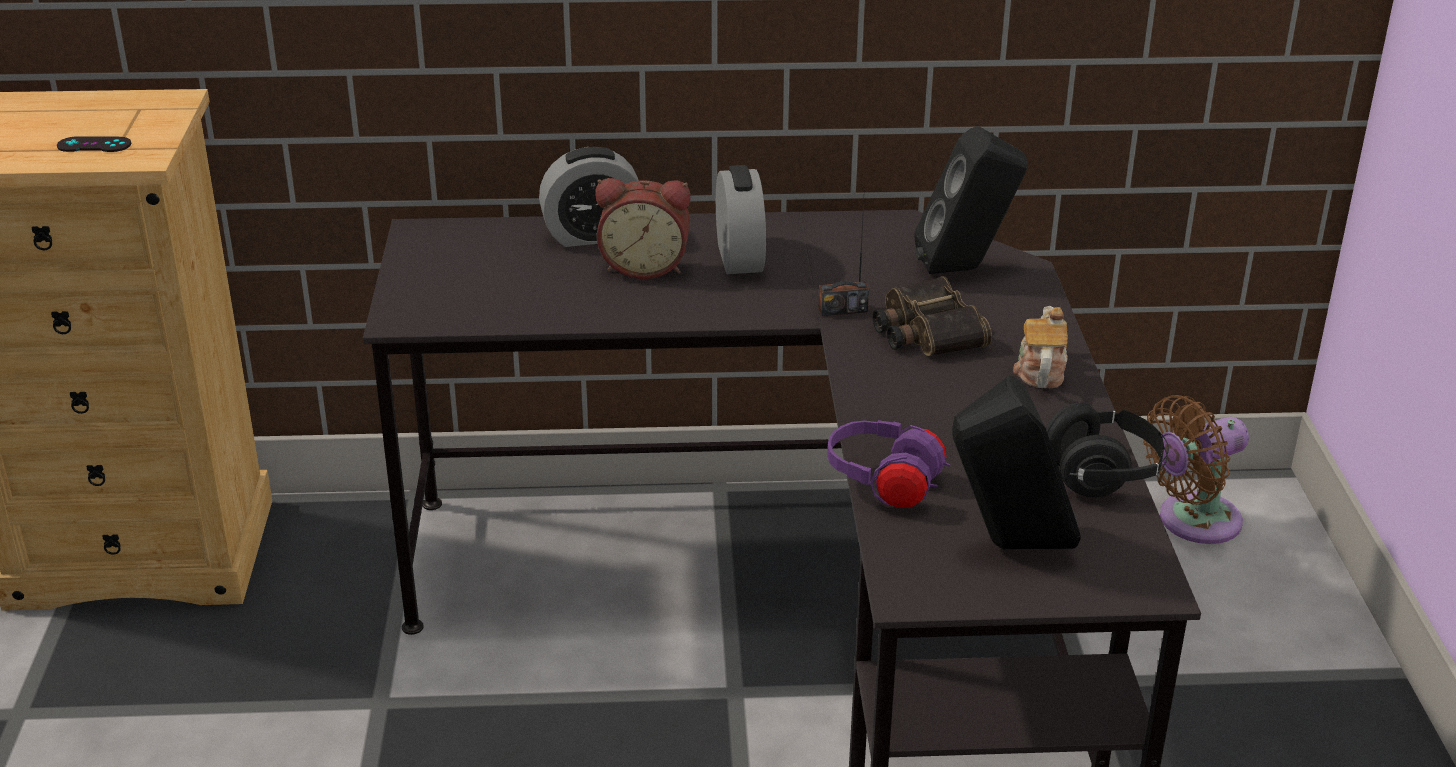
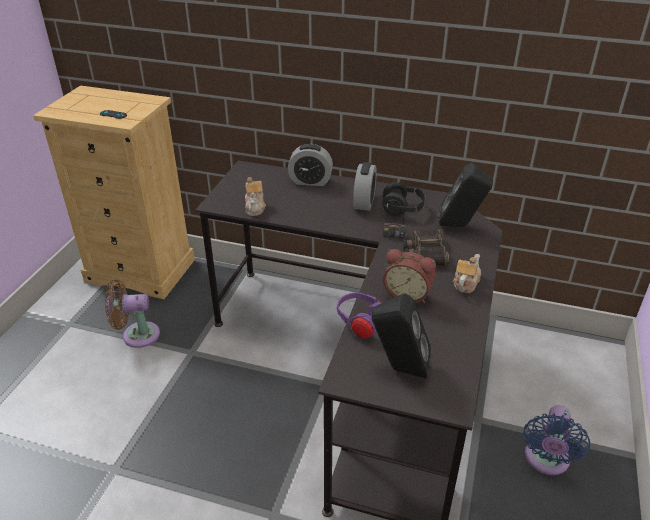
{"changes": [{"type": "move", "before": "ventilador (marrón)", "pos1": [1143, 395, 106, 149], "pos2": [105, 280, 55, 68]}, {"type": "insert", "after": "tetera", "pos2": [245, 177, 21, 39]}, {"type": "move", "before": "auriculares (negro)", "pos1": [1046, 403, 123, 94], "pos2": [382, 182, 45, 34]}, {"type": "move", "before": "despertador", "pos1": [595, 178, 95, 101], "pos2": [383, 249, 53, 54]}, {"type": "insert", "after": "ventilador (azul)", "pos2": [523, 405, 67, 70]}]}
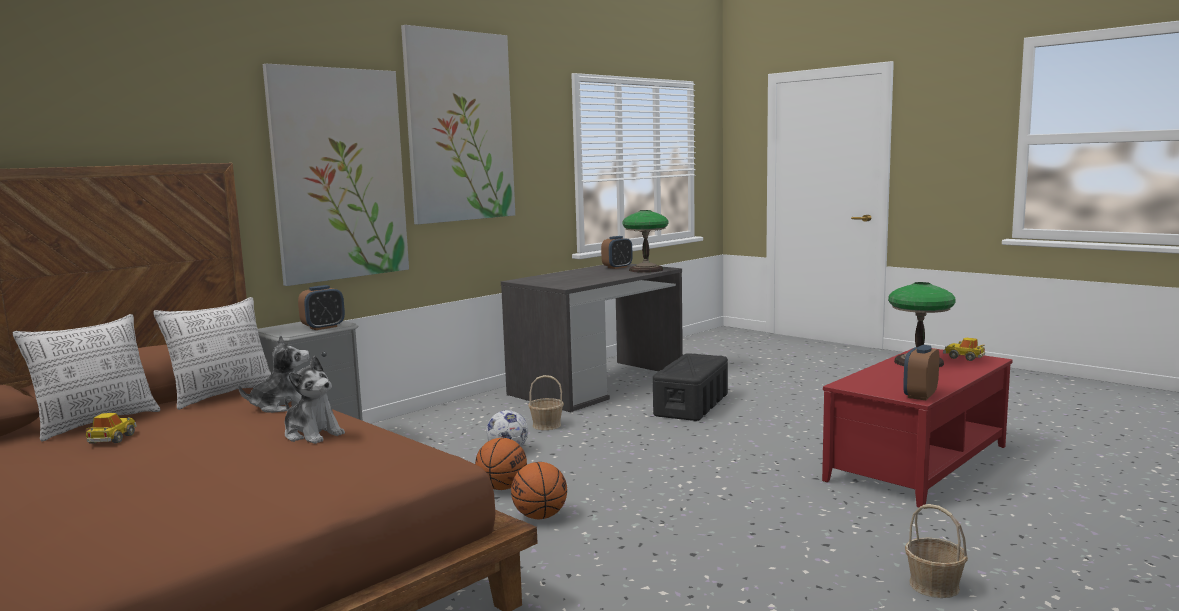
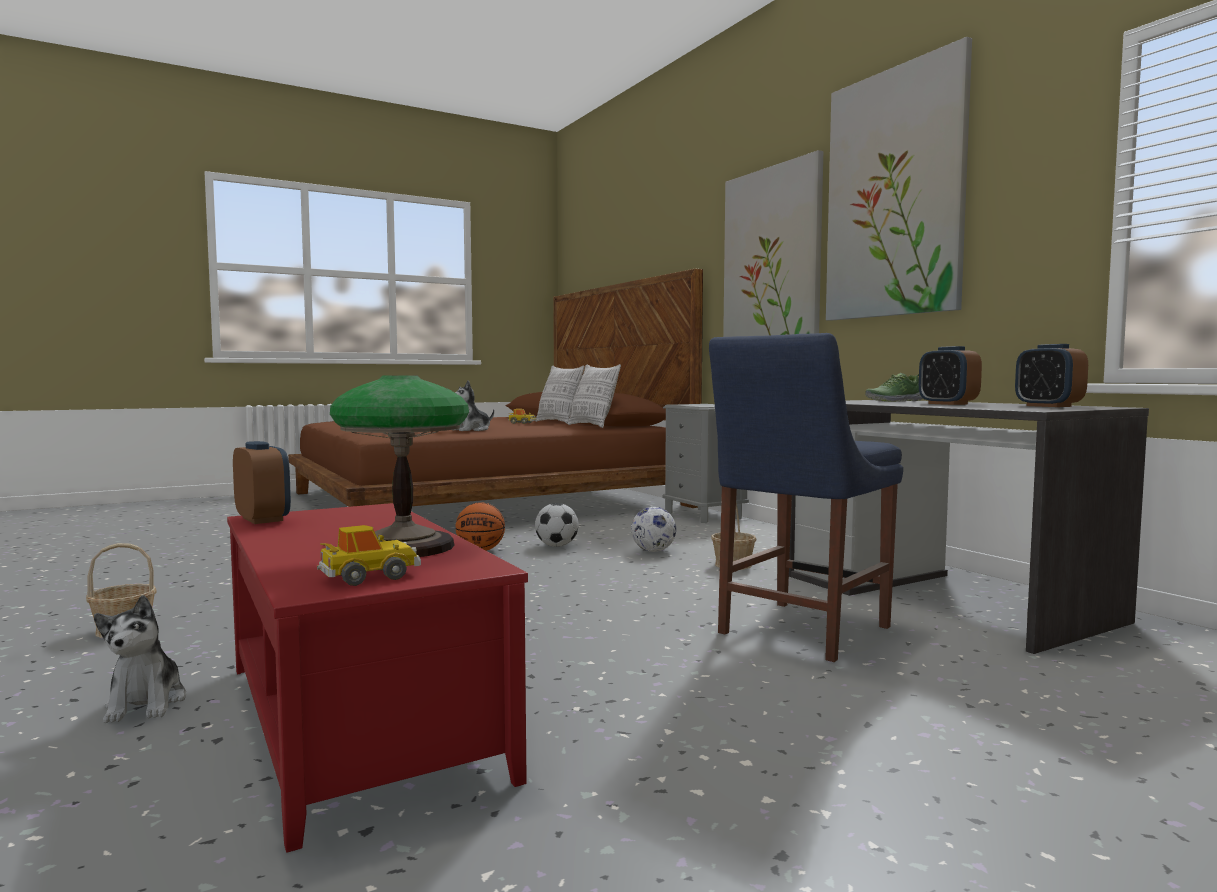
{"changes": [{"type": "move", "before": "peluche", "pos1": [238, 335, 71, 78], "pos2": [94, 595, 92, 128]}, {"type": "replace", "before": "balón de baloncesto", "after": "balón de fútbol", "pos1": [475, 438, 52, 52], "pos2": [535, 503, 44, 44]}, {"type": "replace", "before": "caja de almacenaje (negro)", "after": "silla (azul)", "pos1": [653, 353, 75, 68], "pos2": [709, 333, 194, 329]}, {"type": "insert", "after": "zapato", "pos2": [865, 373, 58, 29]}, {"type": "move", "before": "despertador", "pos1": [298, 285, 47, 45], "pos2": [919, 346, 63, 59]}, {"type": "delete", "before": "lámpara de mesa", "pos1": [622, 210, 47, 63]}]}
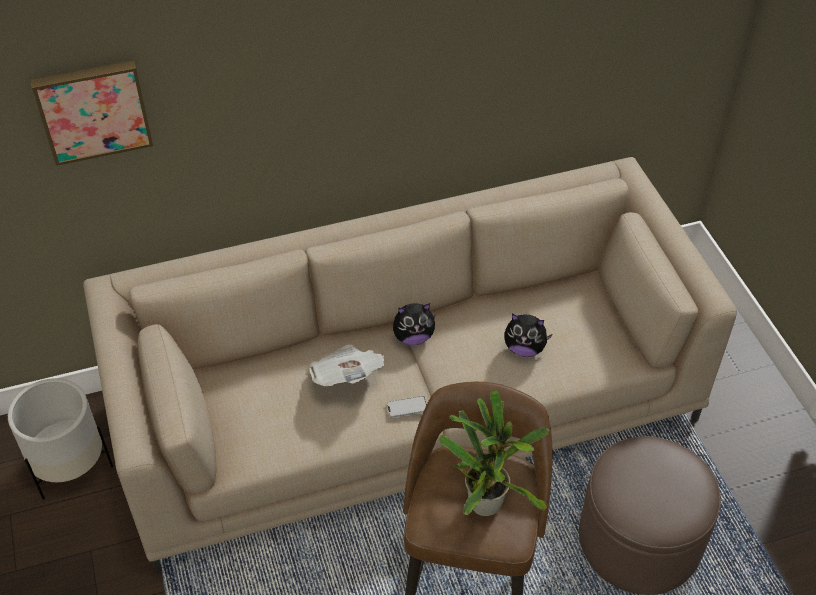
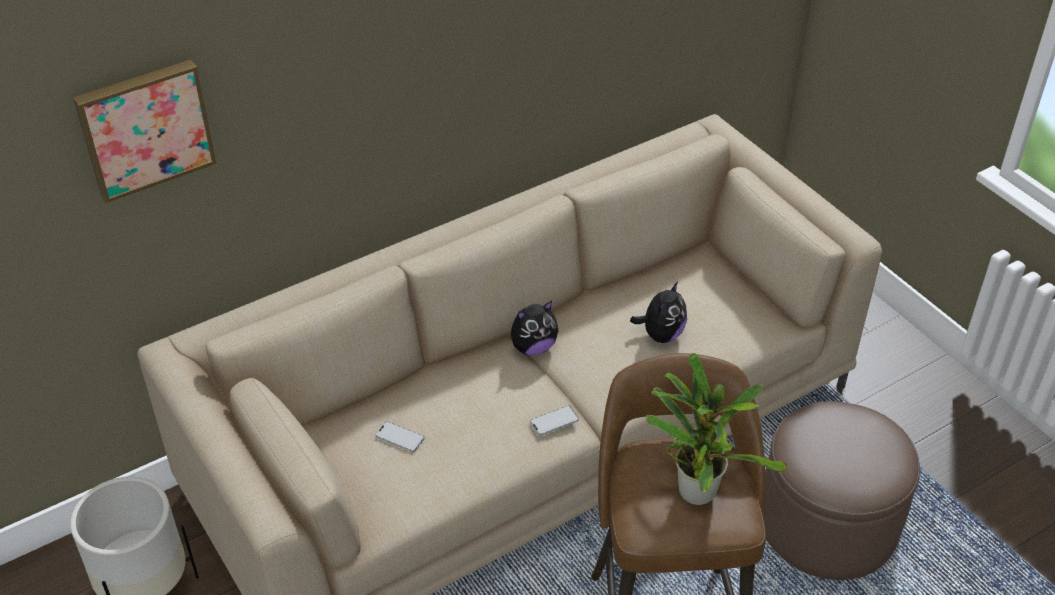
{"changes": [{"type": "insert", "after": "móvil", "pos2": [376, 421, 49, 31]}, {"type": "rotate", "before": "peluche", "pos1": [504, 314, 49, 43], "pos2": [630, 281, 57, 62], "turn": -60}, {"type": "delete", "before": "periódico", "pos1": [309, 344, 75, 42]}]}
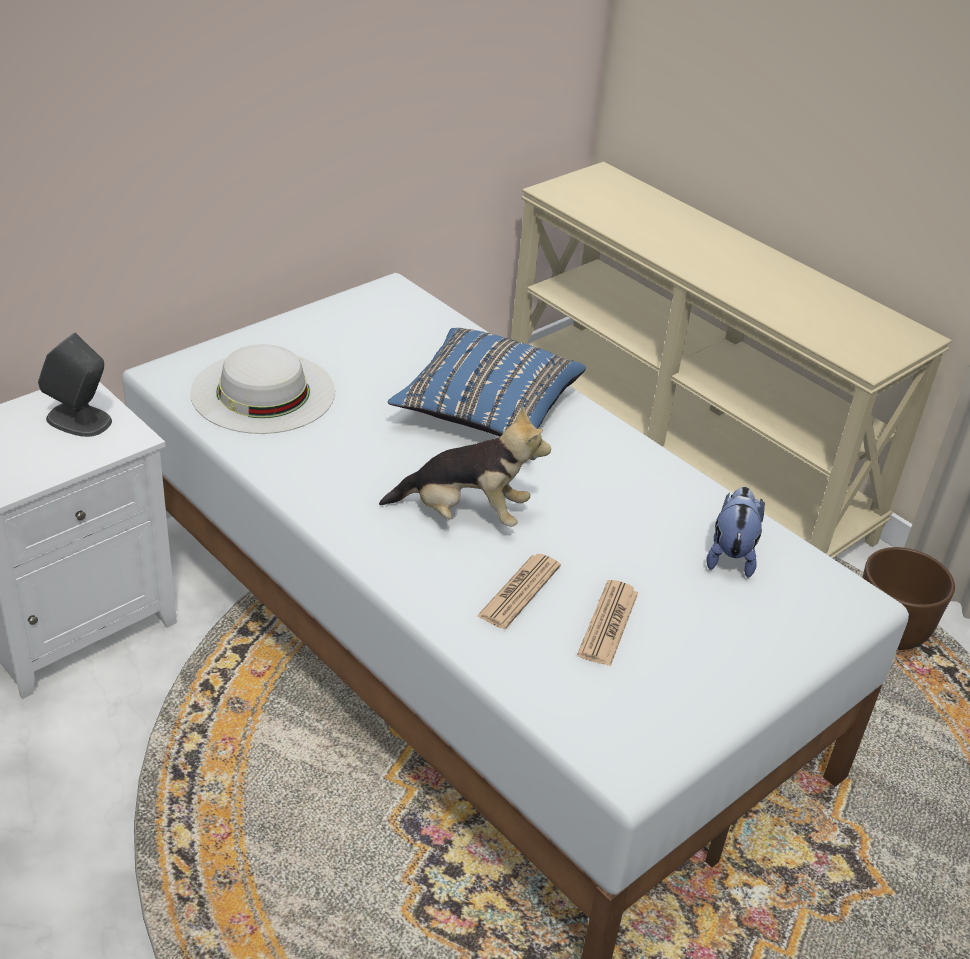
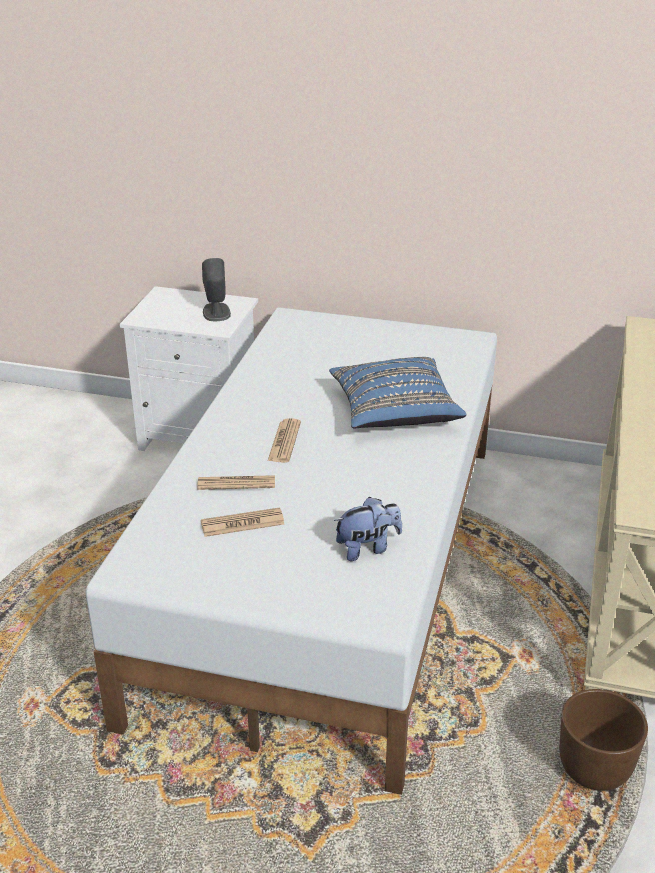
{"changes": [{"type": "replace", "before": "peluche", "after": "periódico", "pos1": [379, 406, 172, 121], "pos2": [268, 418, 33, 45]}, {"type": "delete", "before": "sombrero (blanco)", "pos1": [190, 344, 145, 90]}]}
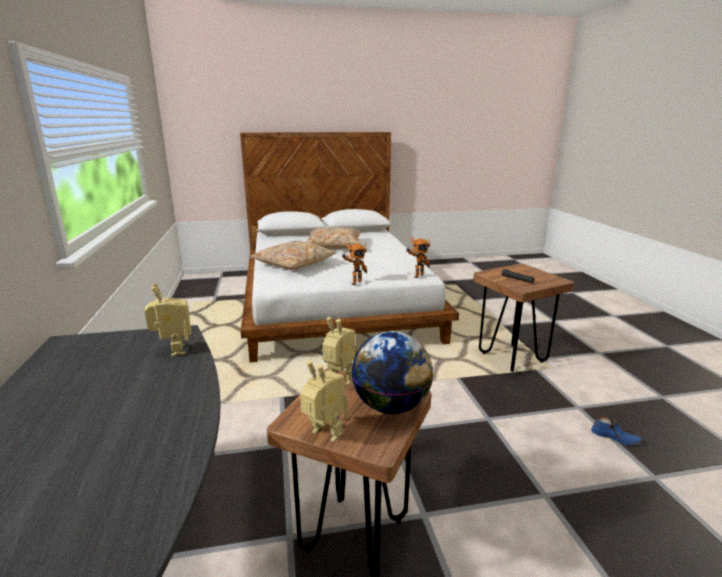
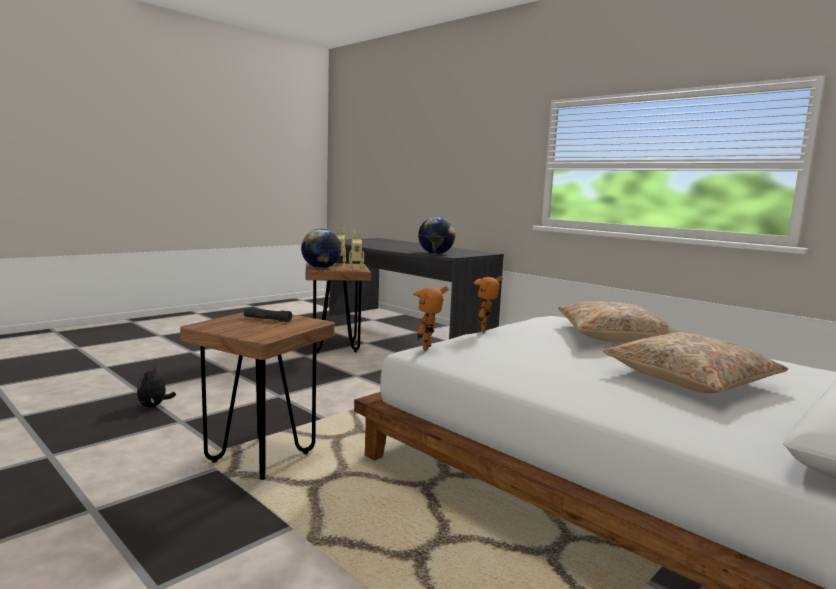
{"changes": [{"type": "replace", "before": "zapato (azul)", "after": "peluche", "pos1": [591, 417, 52, 28], "pos2": [137, 366, 39, 41]}, {"type": "replace", "before": "robot de juguete", "after": "globo terráqueo", "pos1": [145, 283, 46, 74], "pos2": [418, 217, 37, 37]}]}
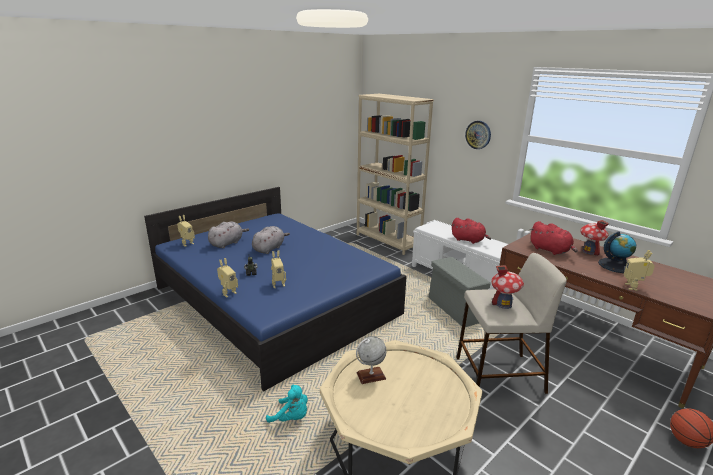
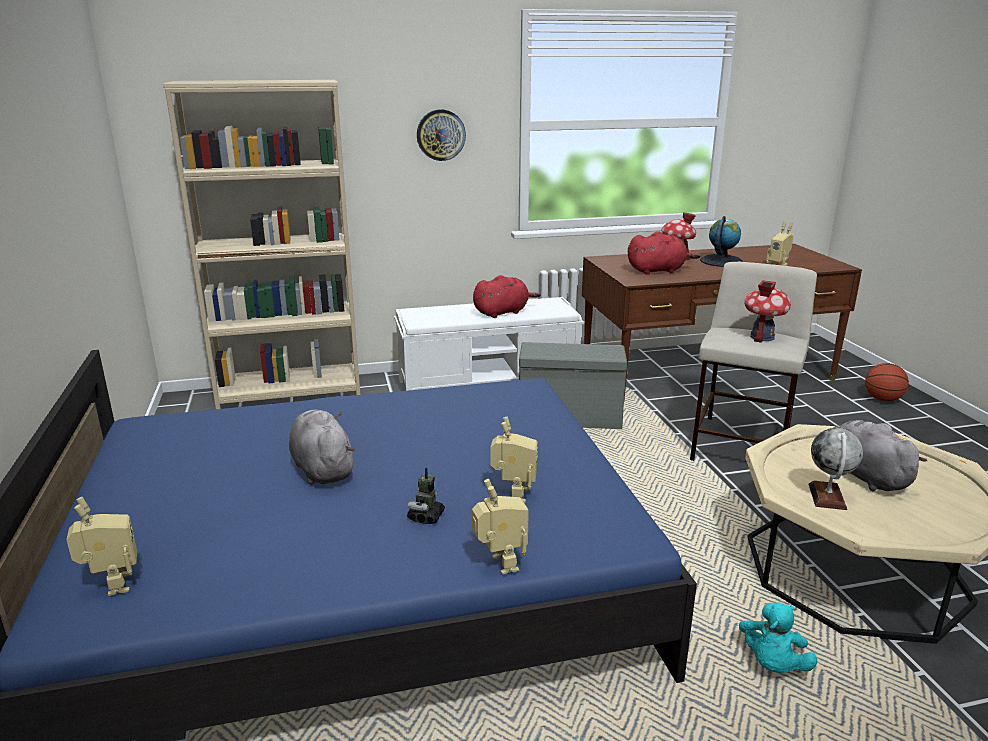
{"changes": [{"type": "rotate", "before": "peluche (turquesa)", "pos1": [266, 385, 42, 38], "pos2": [739, 602, 78, 71], "turn": 150}, {"type": "move", "before": "peluche (gris)", "pos1": [208, 221, 41, 27], "pos2": [834, 420, 93, 71]}]}
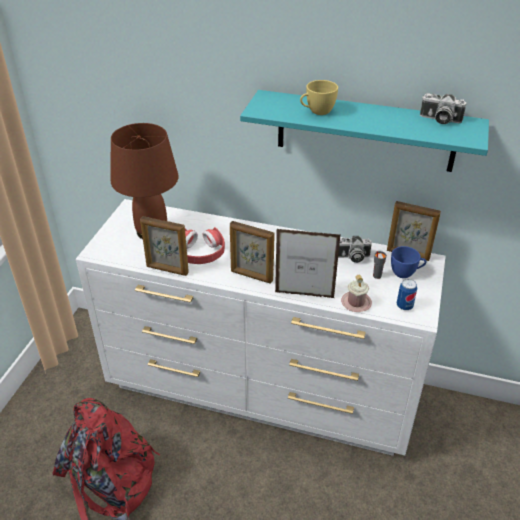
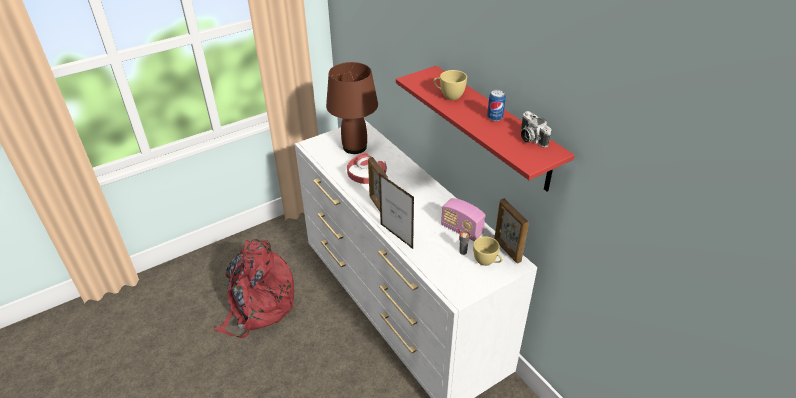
{"changes": [{"type": "recolor", "before": "estante (turquesa)", "after": "estante (rojo)", "pos1": [240, 90, 249, 82], "pos2": [396, 66, 179, 125]}, {"type": "replace", "before": "cámara", "after": "radio", "pos1": [338, 236, 34, 27], "pos2": [441, 198, 44, 43]}, {"type": "recolor", "before": "taza (azul)", "after": "taza (amarillo)", "pos1": [391, 246, 36, 32], "pos2": [473, 236, 29, 30]}, {"type": "move", "before": "lata", "pos1": [397, 279, 20, 31], "pos2": [487, 90, 19, 31]}, {"type": "delete", "before": "portarretratos", "pos1": [140, 216, 49, 60]}, {"type": "delete", "before": "taza grande (rosa)", "pos1": [341, 275, 31, 37]}]}
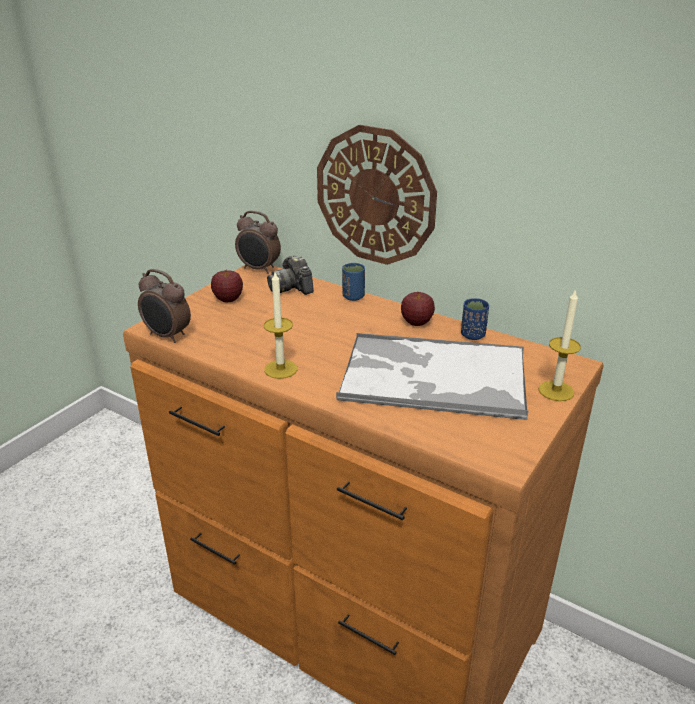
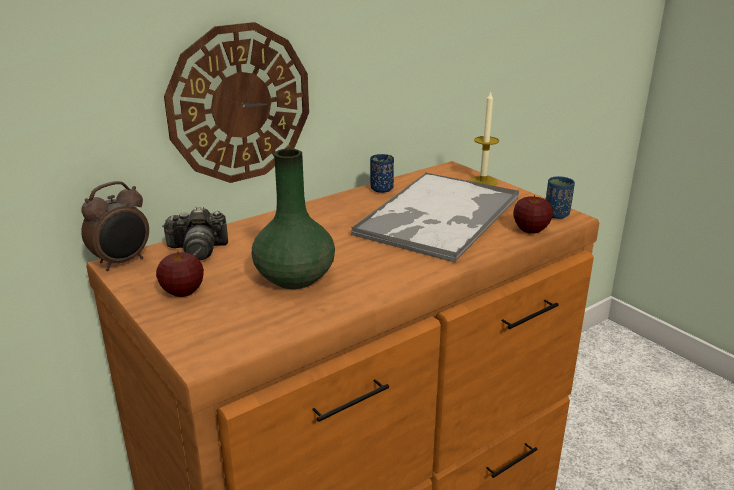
{"changes": [{"type": "insert", "after": "florero (verde)", "pos2": [252, 149, 83, 140]}, {"type": "move", "before": "manzana", "pos1": [401, 292, 34, 34], "pos2": [513, 195, 40, 39]}, {"type": "move", "before": "taza (azul)", "pos1": [342, 263, 23, 38], "pos2": [546, 176, 29, 43]}, {"type": "delete", "before": "despertador", "pos1": [138, 269, 53, 74]}, {"type": "delete", "before": "vela", "pos1": [264, 272, 33, 107]}]}
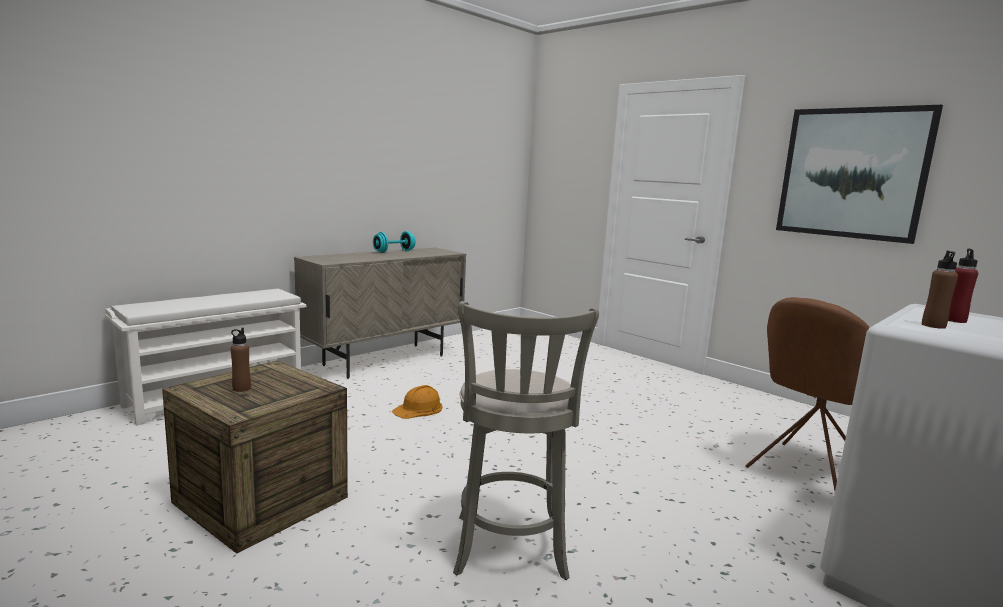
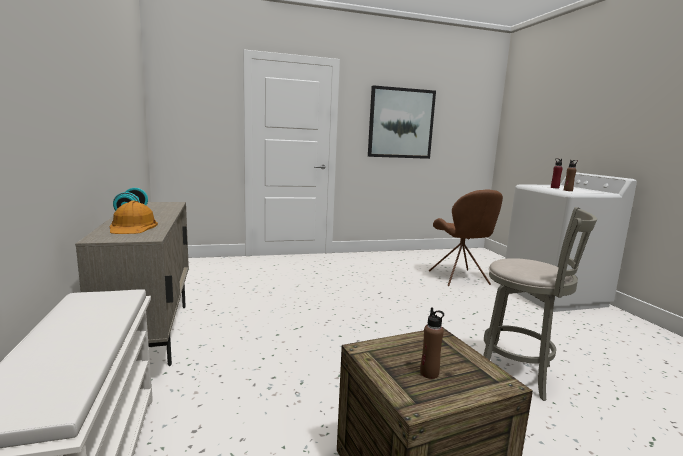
{"changes": [{"type": "move", "before": "casco (naranja)", "pos1": [392, 385, 51, 34], "pos2": [110, 201, 48, 33]}]}
